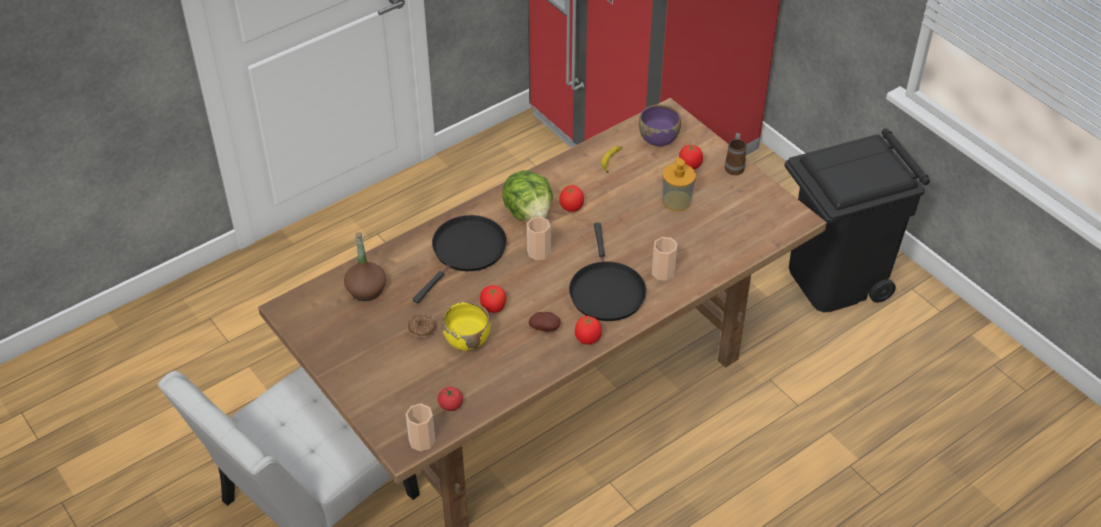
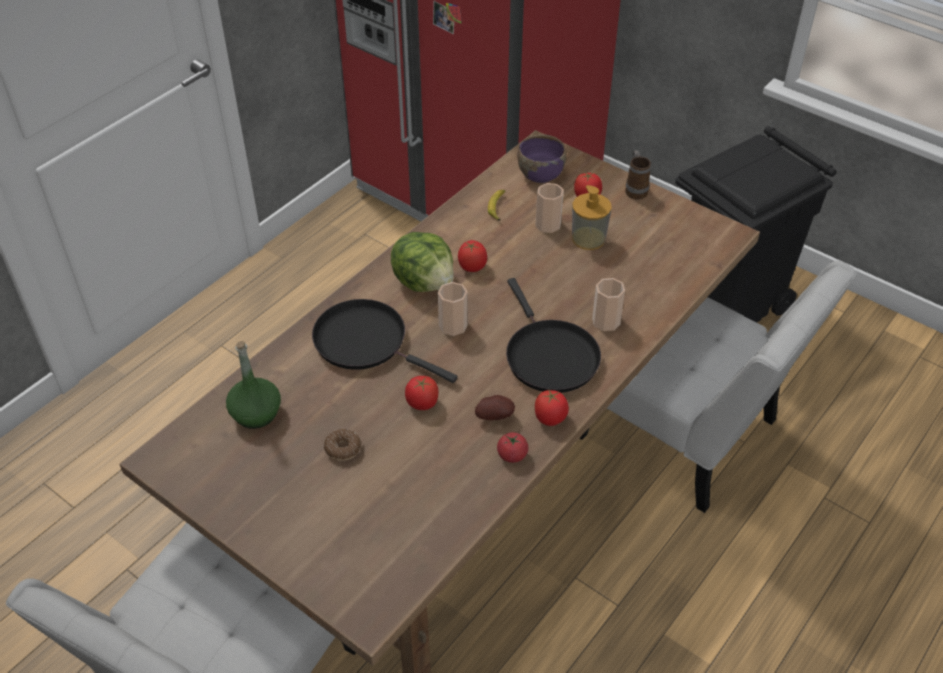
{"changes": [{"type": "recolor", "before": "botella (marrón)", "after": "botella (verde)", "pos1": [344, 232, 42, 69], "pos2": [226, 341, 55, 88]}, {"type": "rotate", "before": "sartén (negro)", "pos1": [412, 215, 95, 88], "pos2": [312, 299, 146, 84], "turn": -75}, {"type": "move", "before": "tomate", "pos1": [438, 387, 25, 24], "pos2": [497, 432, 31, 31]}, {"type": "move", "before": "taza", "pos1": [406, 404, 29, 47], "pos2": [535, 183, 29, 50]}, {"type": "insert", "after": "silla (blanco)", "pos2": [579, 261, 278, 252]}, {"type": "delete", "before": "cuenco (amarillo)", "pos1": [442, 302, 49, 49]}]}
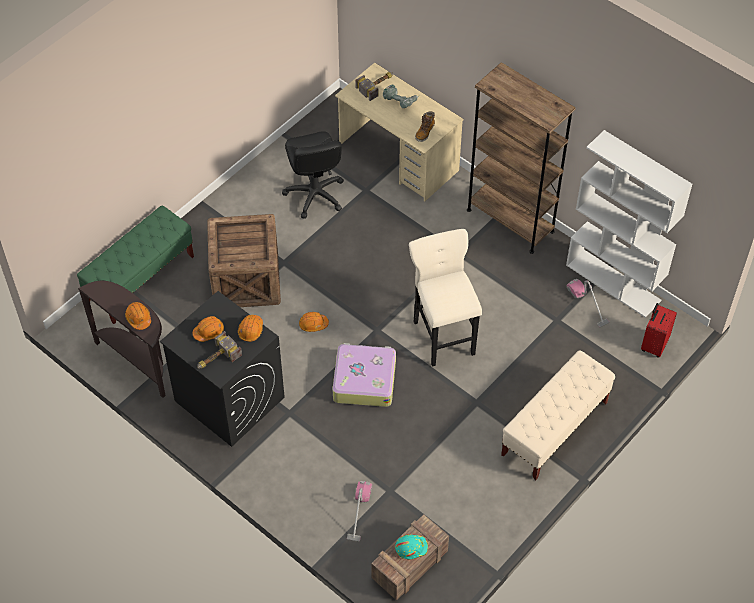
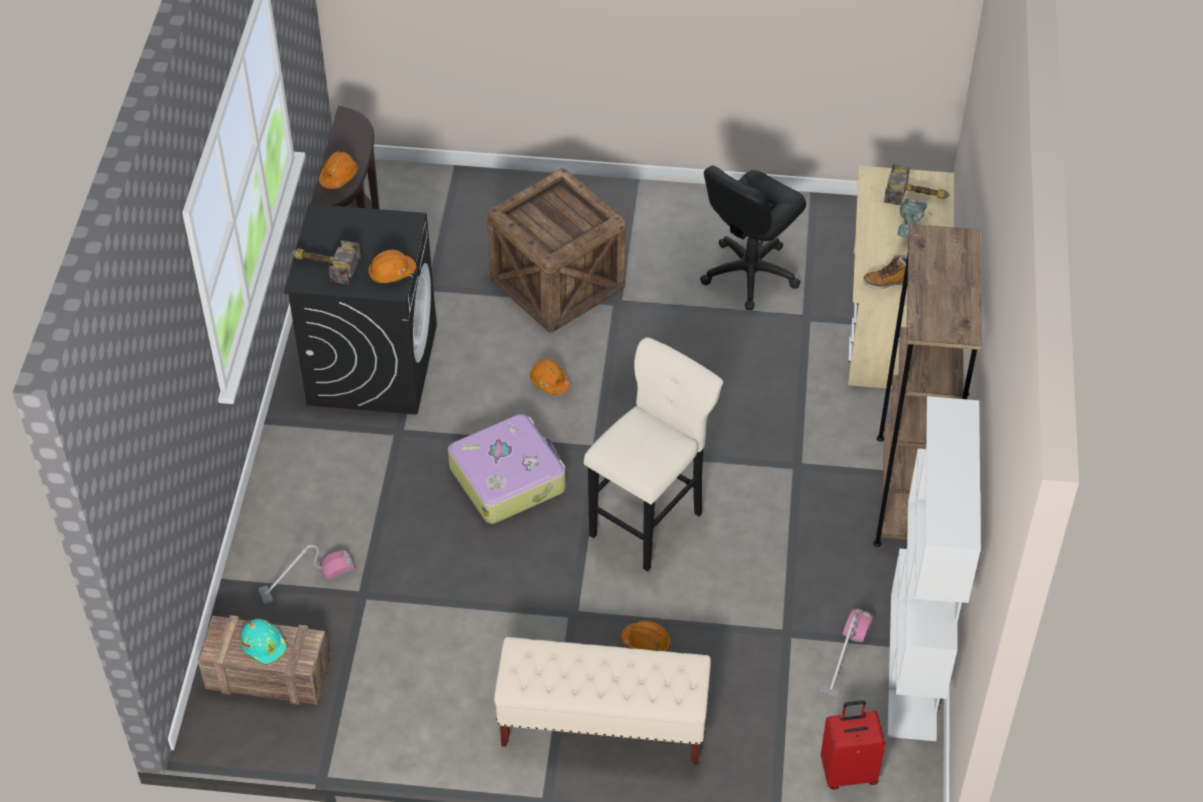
{"changes": [{"type": "move", "before": "casco (naranja)", "pos1": [193, 316, 31, 26], "pos2": [621, 621, 50, 30]}, {"type": "delete", "before": "banco (verde)", "pos1": [77, 206, 117, 118]}]}
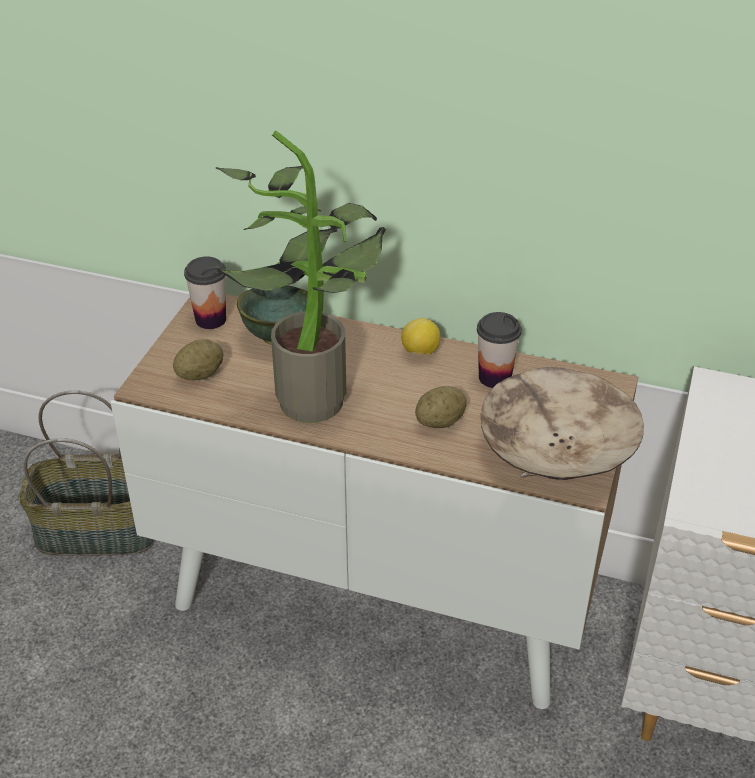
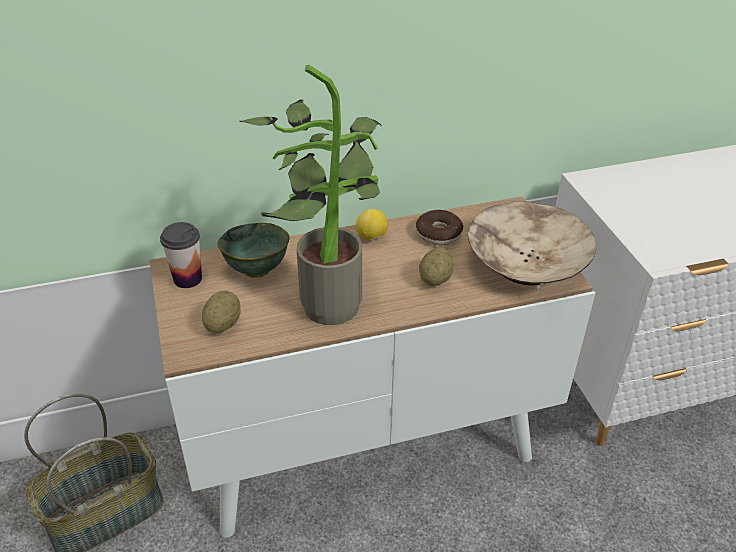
{"changes": [{"type": "replace", "before": "taza", "after": "rosquilla", "pos1": [477, 312, 45, 76], "pos2": [416, 210, 47, 35]}]}
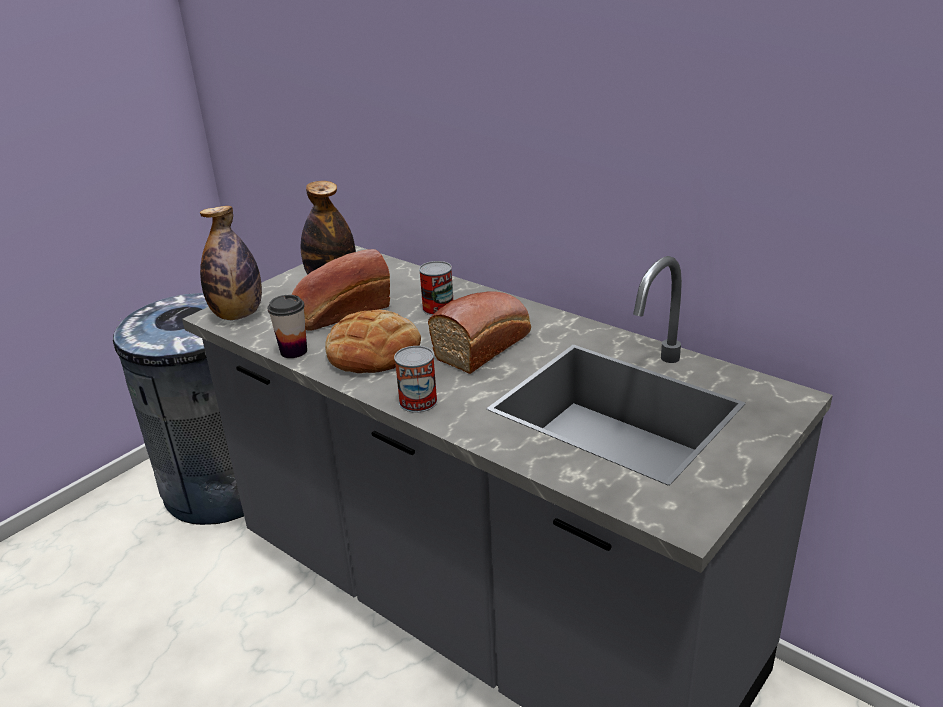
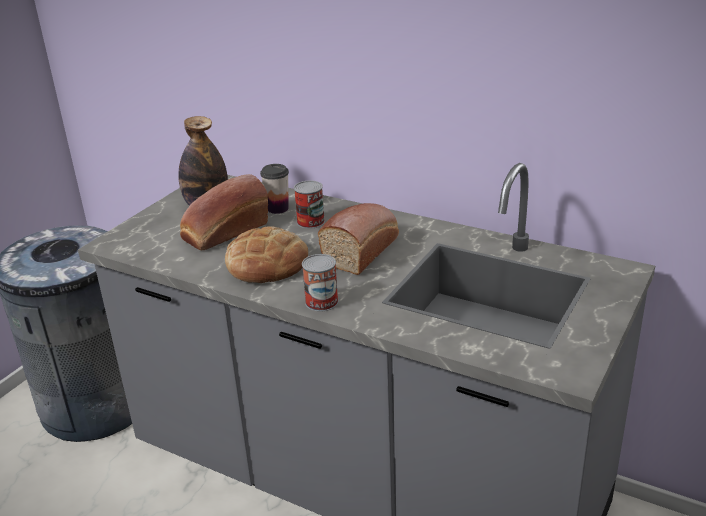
{"changes": [{"type": "move", "before": "taza", "pos1": [268, 295, 39, 63], "pos2": [260, 164, 29, 50]}, {"type": "delete", "before": "botella", "pos1": [200, 206, 62, 114]}]}
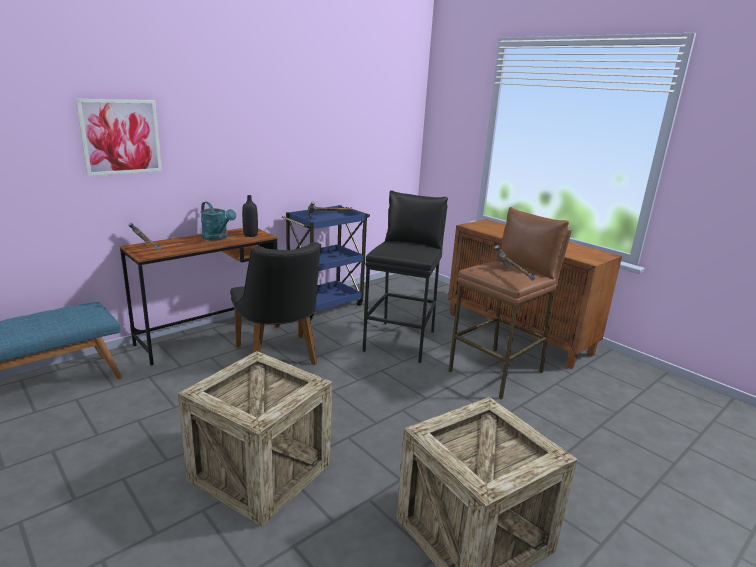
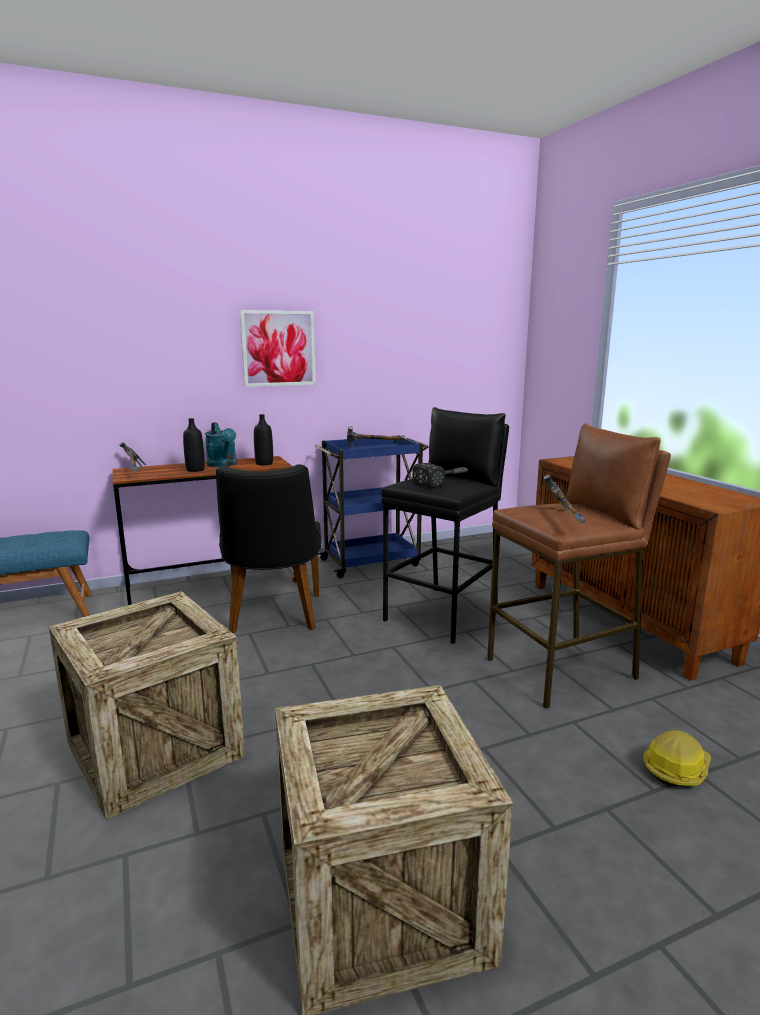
{"changes": [{"type": "insert", "after": "botella (negro)", "pos2": [183, 418, 22, 54]}, {"type": "move", "before": "cuadro", "pos1": [76, 99, 86, 77], "pos2": [240, 310, 76, 77]}, {"type": "insert", "after": "martillo", "pos2": [413, 463, 55, 25]}, {"type": "insert", "after": "casco", "pos2": [643, 730, 68, 57]}]}
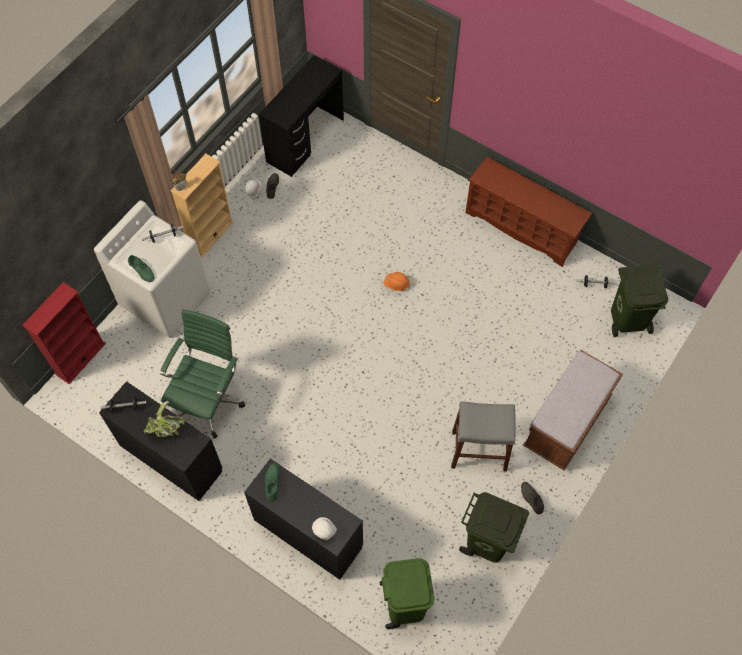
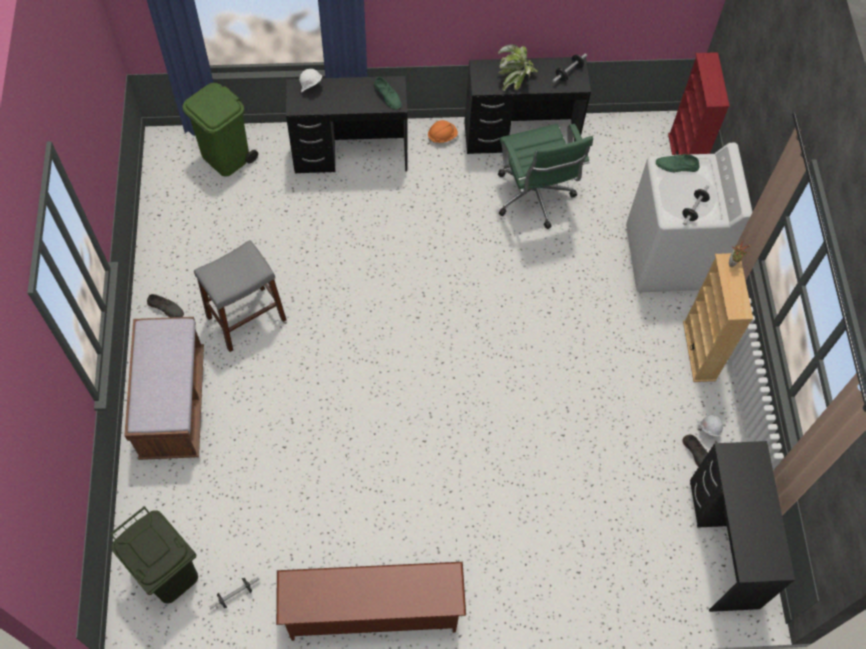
{"changes": [{"type": "move", "before": "casco (naranja)", "pos1": [384, 272, 26, 19], "pos2": [428, 120, 30, 23]}, {"type": "delete", "before": "papelera (verde)", "pos1": [459, 492, 70, 71]}]}
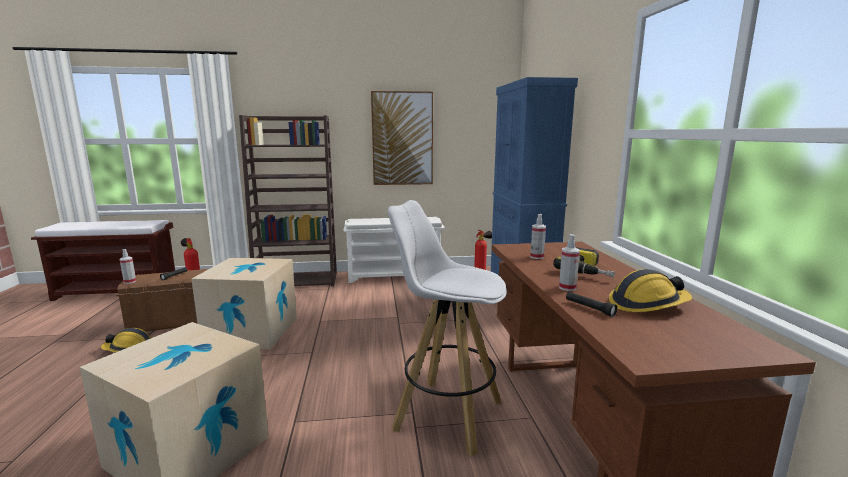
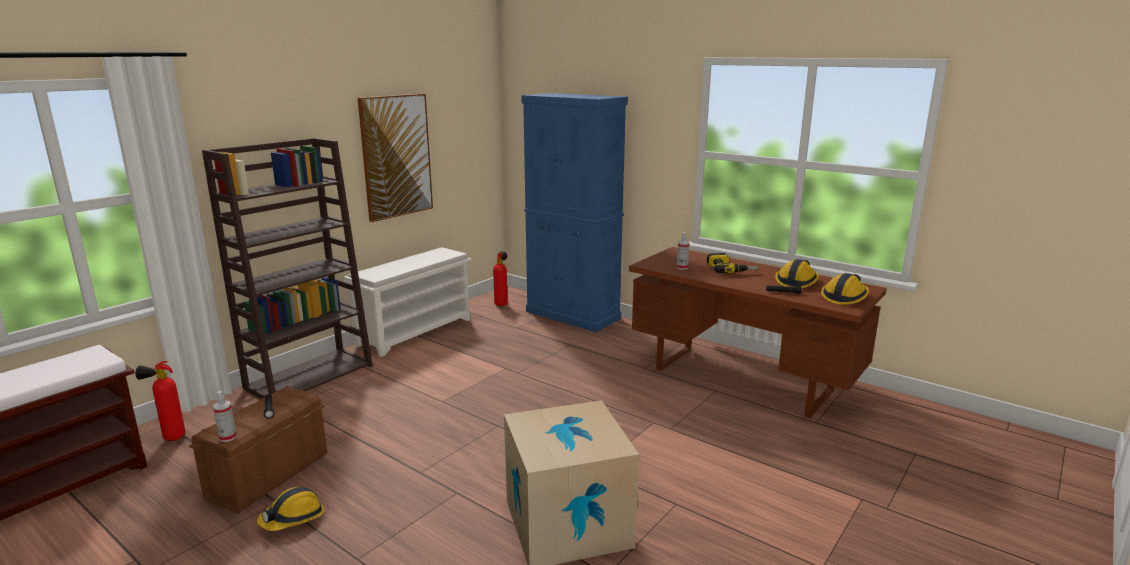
{"changes": [{"type": "insert", "after": "casco", "pos2": [821, 273, 48, 32]}, {"type": "delete", "before": "caja de cartón", "pos1": [191, 258, 106, 92]}, {"type": "delete", "before": "taburete (blanco)", "pos1": [387, 200, 120, 257]}, {"type": "delete", "before": "pulverizador", "pos1": [559, 234, 21, 57]}]}
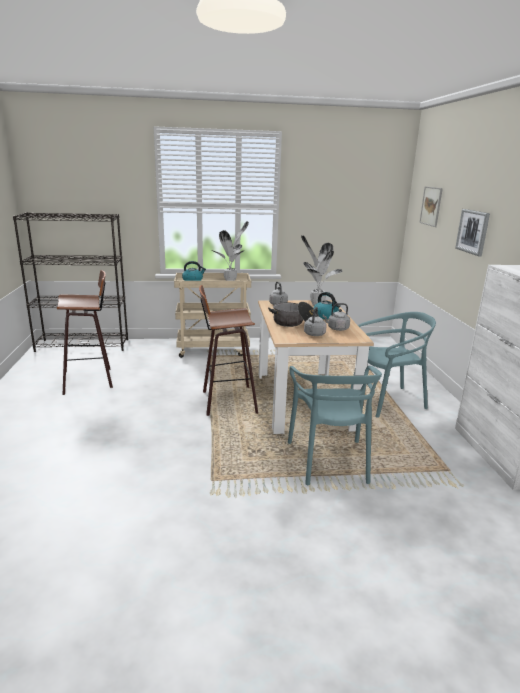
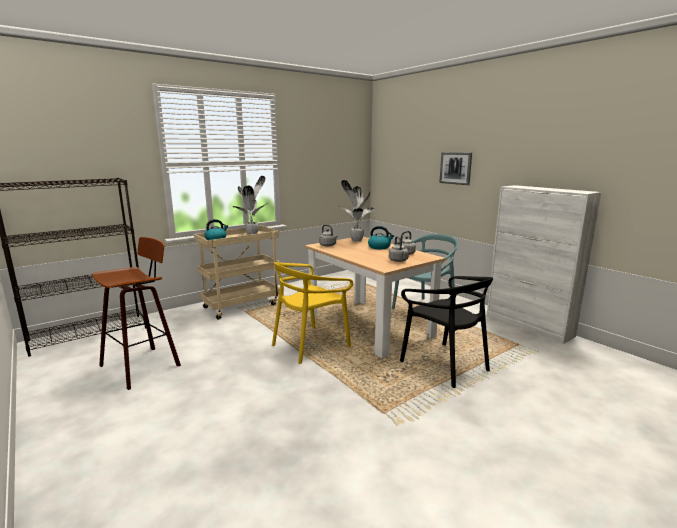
{"changes": [{"type": "replace", "before": "taburete", "after": "silla (amarillo)", "pos1": [199, 285, 59, 131], "pos2": [272, 262, 81, 102]}, {"type": "recolor", "before": "silla (turquesa)", "after": "silla (negro)", "pos1": [288, 366, 94, 119], "pos2": [400, 276, 93, 112]}, {"type": "delete", "before": "olla", "pos1": [268, 302, 51, 25]}, {"type": "delete", "before": "cuadro", "pos1": [419, 186, 24, 41]}]}
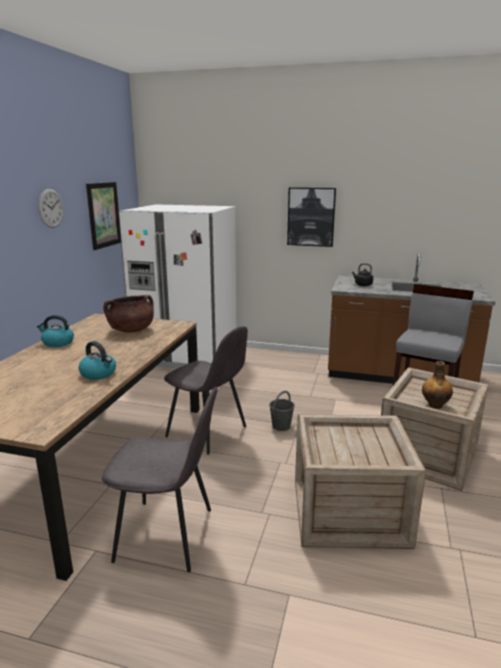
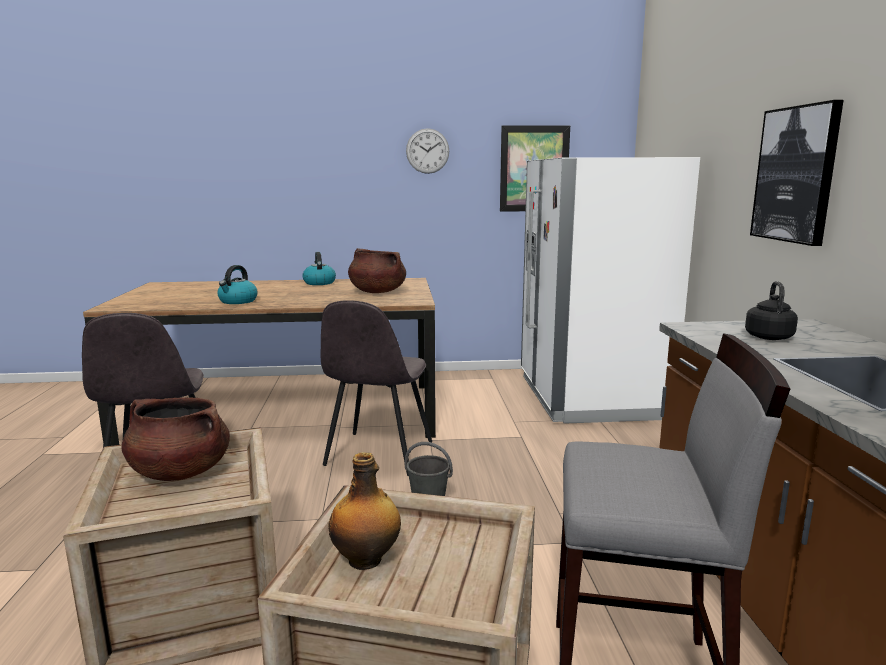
{"changes": [{"type": "insert", "after": "olla (marrón)", "pos2": [121, 398, 109, 83]}]}
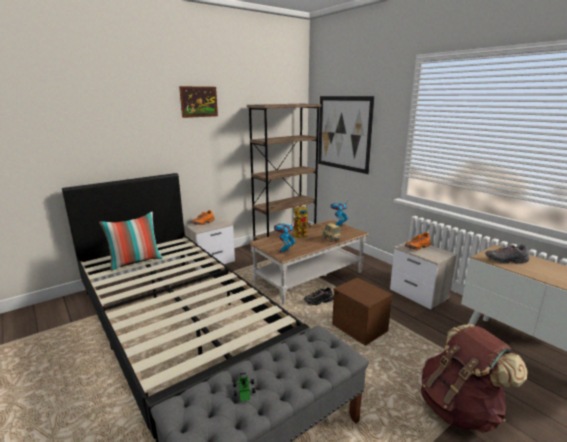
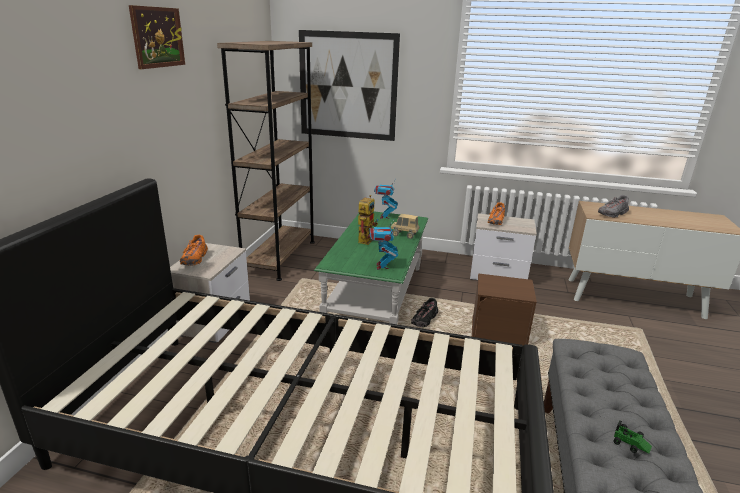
{"changes": [{"type": "recolor", "before": "mesa de centro (marrón)", "after": "mesa de centro (verde)", "pos1": [248, 220, 121, 85], "pos2": [314, 211, 114, 113]}, {"type": "delete", "before": "cojín", "pos1": [99, 212, 64, 59]}, {"type": "delete", "before": "mochila (marrón)", "pos1": [421, 324, 107, 109]}]}
